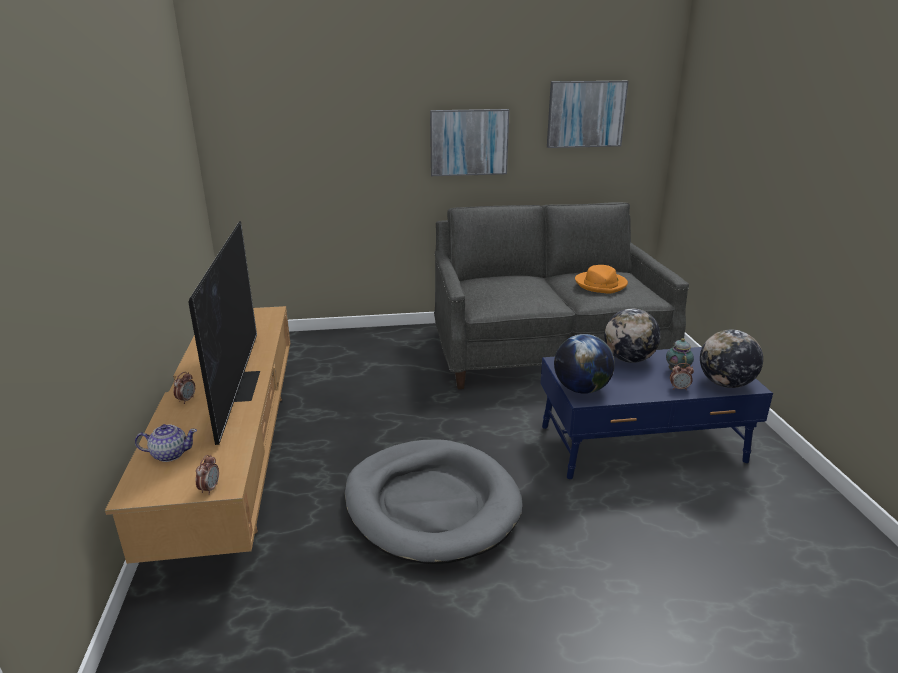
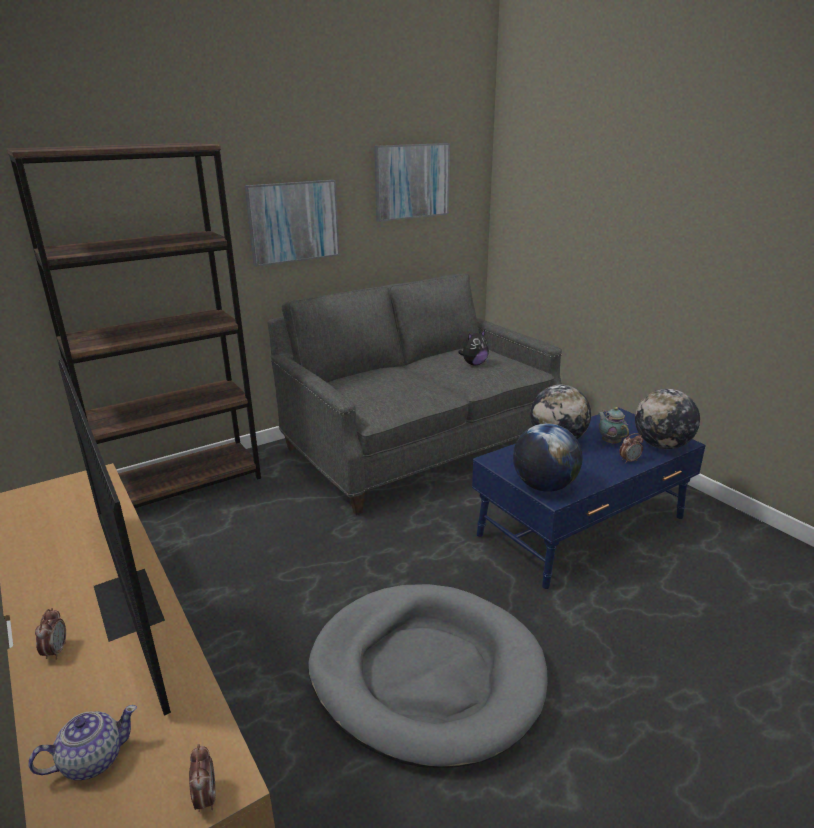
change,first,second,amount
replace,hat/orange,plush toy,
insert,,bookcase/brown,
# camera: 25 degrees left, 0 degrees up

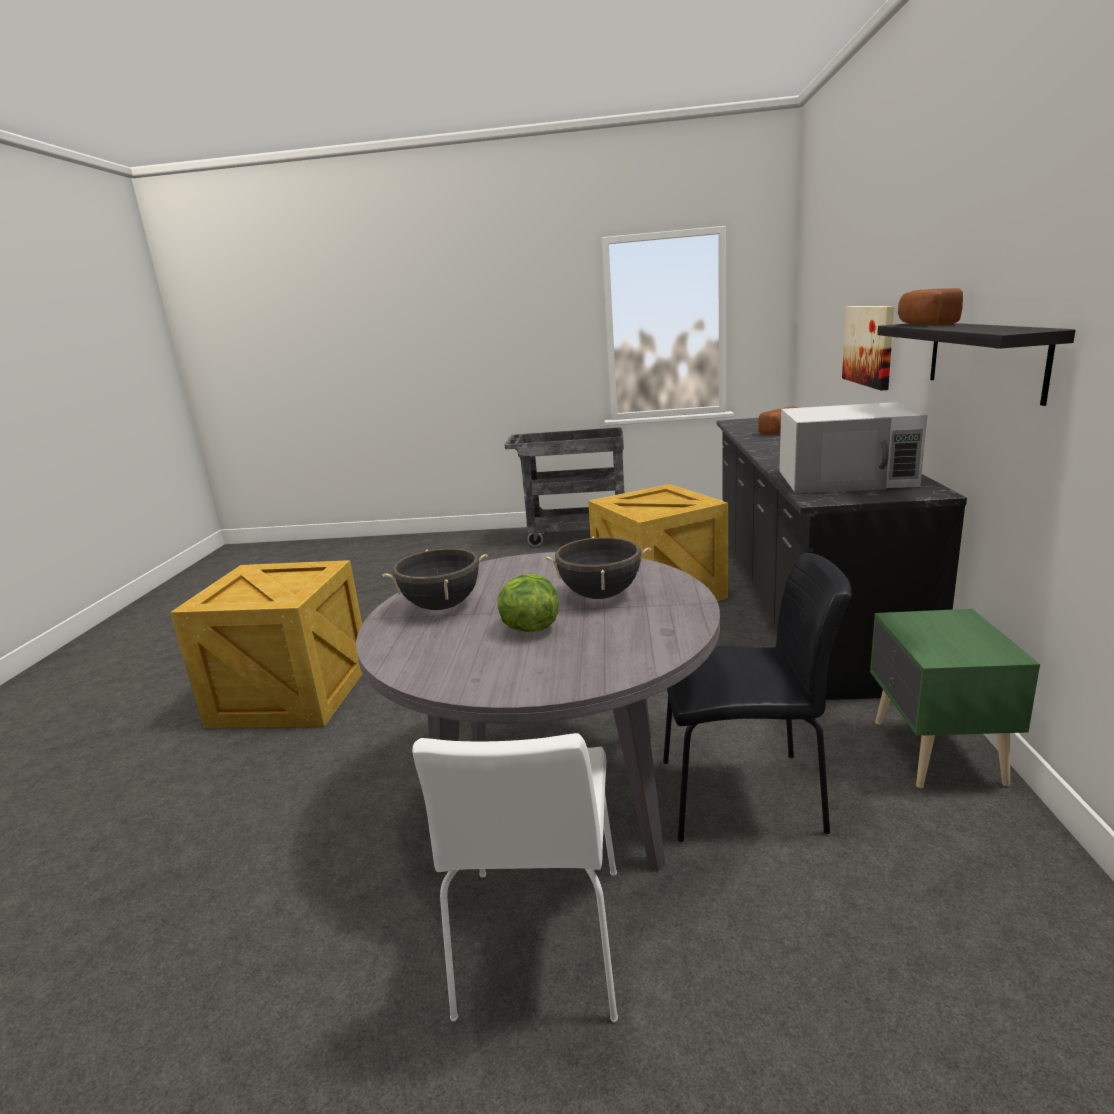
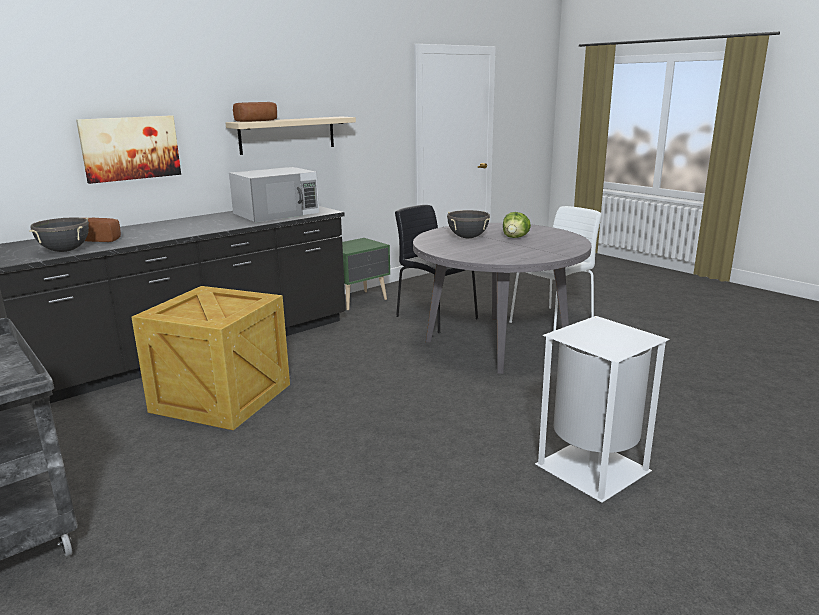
change,first,second,amount
replace,crate (1st from left),trash can/white,
move,cooking pot/black (1st from left),,
rotate,microwave/white,,90 degrees clockwise
recolor,shelf/black,shelf/beige,
# camera: 135 degrees left, 0 degrees up

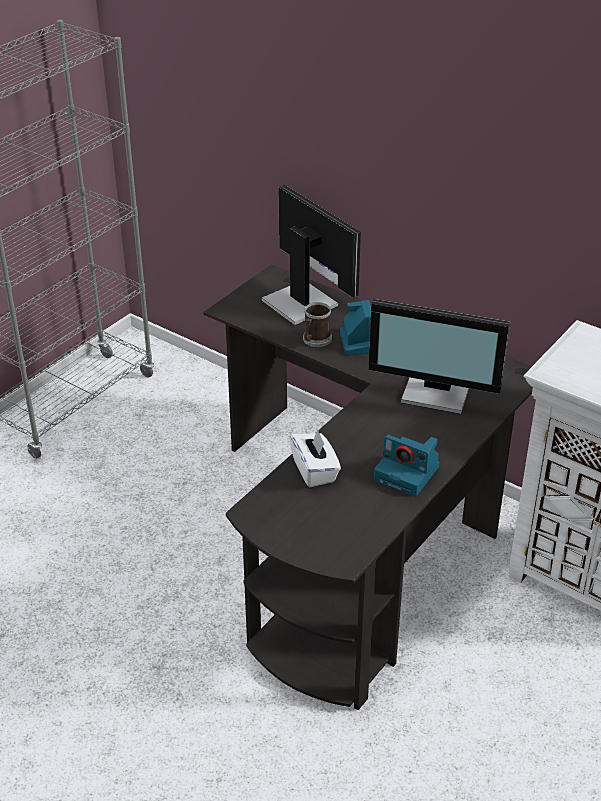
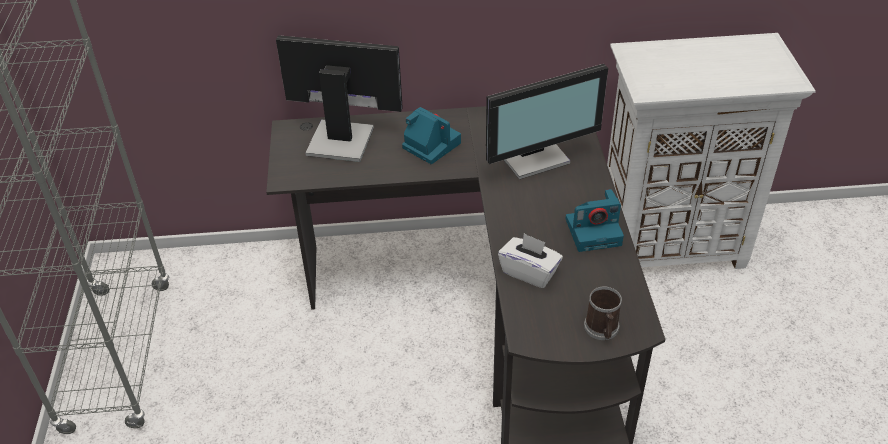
change,first,second,amount
move,mug,,
# camera: 40 degrees left, 5 degrees up

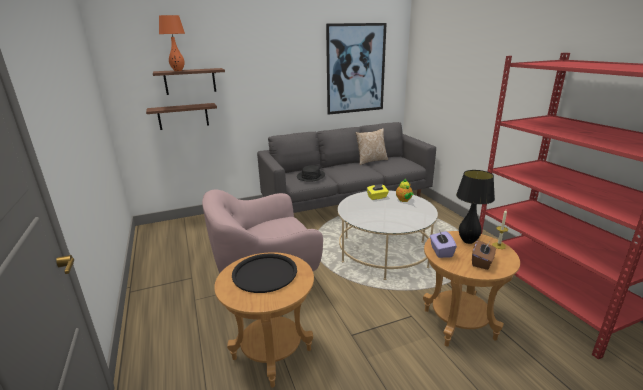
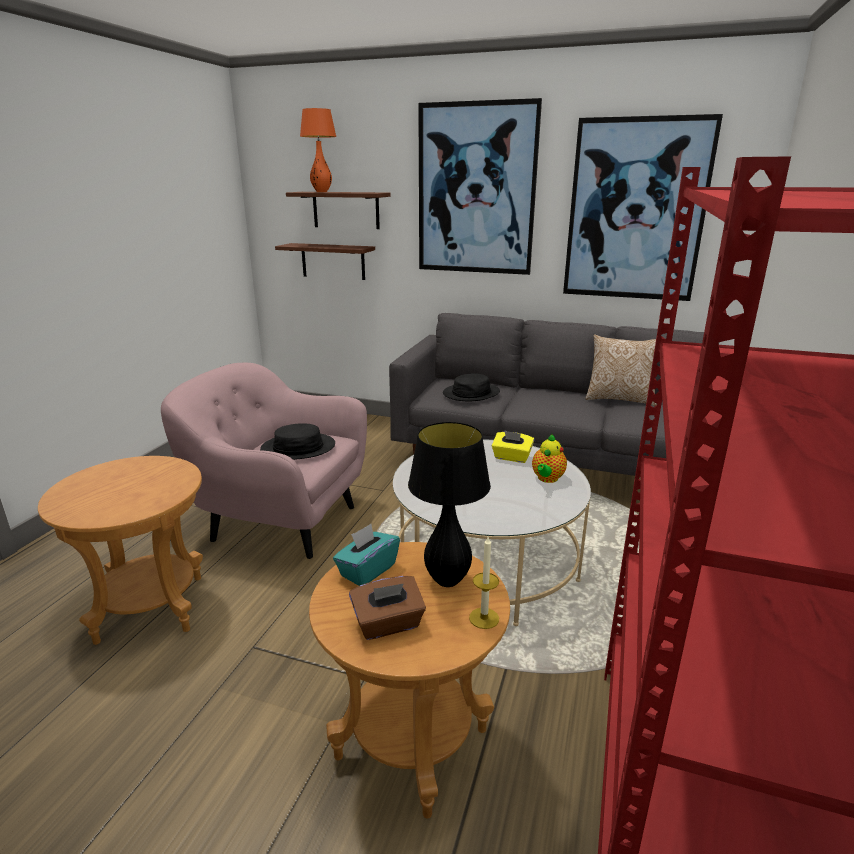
change,first,second,amount
delete,tray/black,,
recolor,tissue box/purple,tissue box/turquoise,
insert,,hat/black (1st from left),
insert,,picture (1st from left),
# camera: 40 degrees right, 0 degrees up

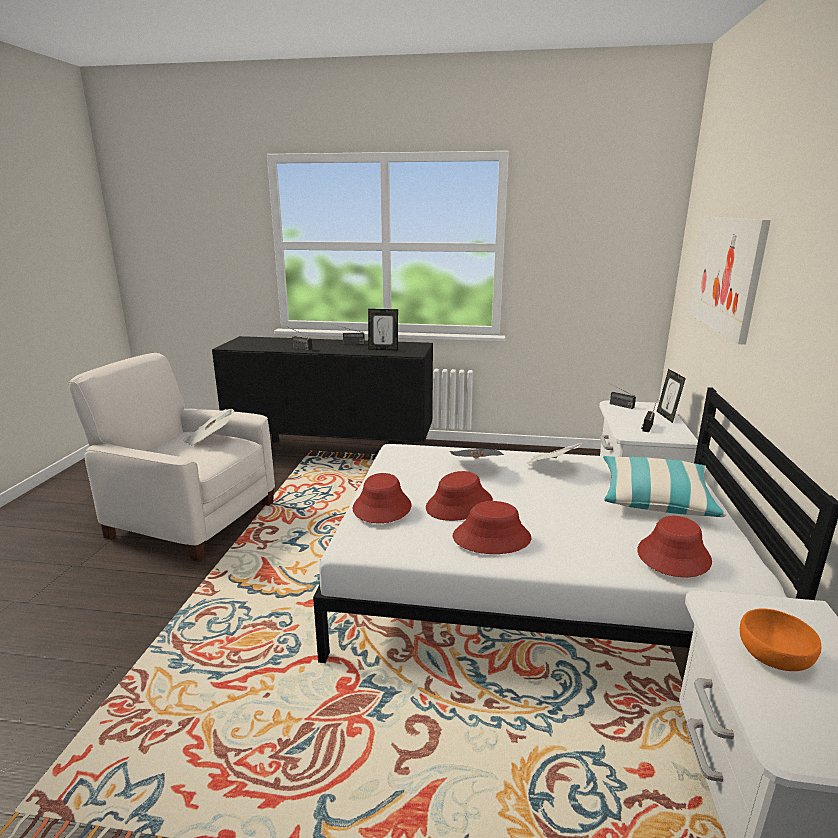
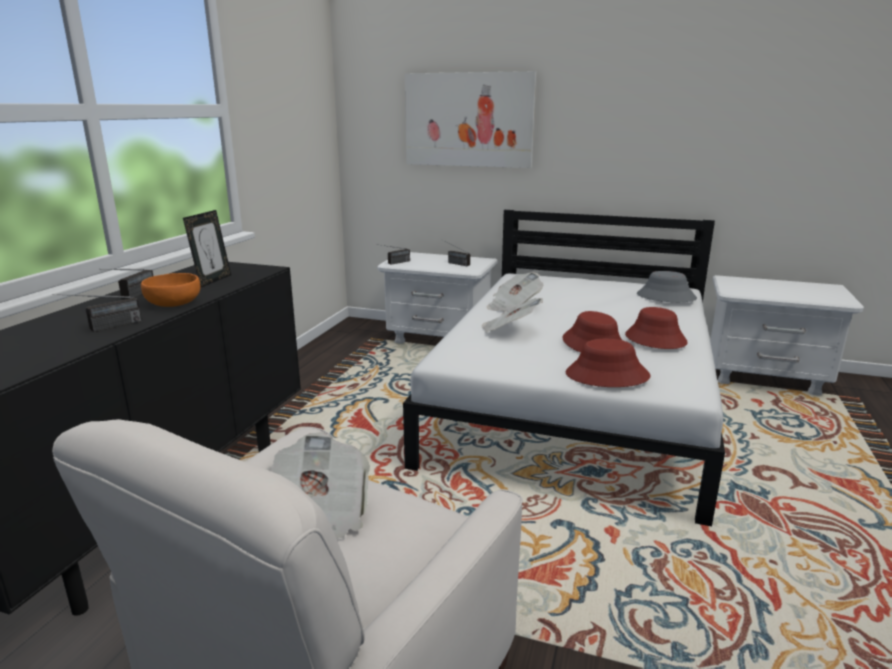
change,first,second,amount
delete,pillow,,
recolor,hat/red (4th from left),hat/grey,
delete,picture frame (2nd from left),,
move,bowl/orange,,
# camera: 80 degrees left, 0 degrees up

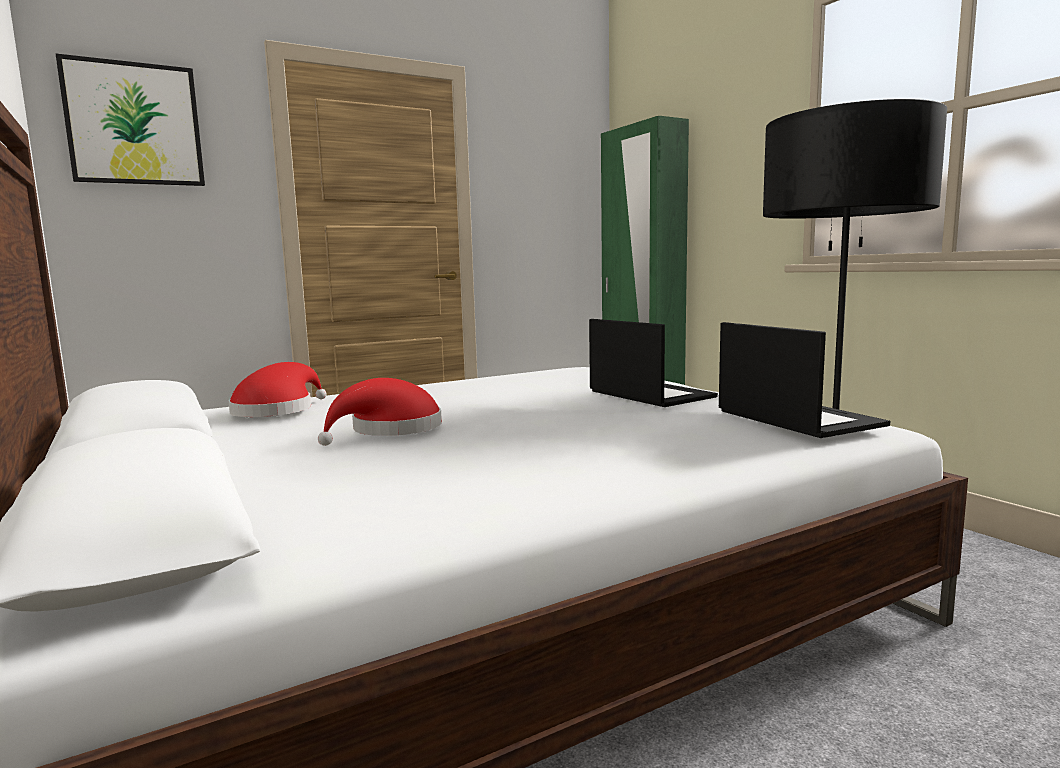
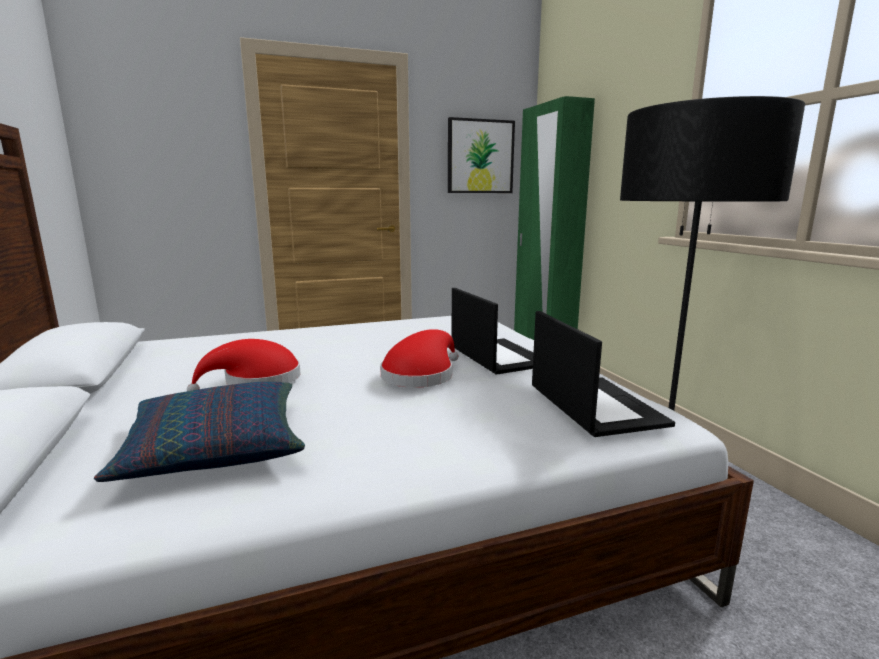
change,first,second,amount
move,picture,,
move,hat/red (1st from left in the first image),hat/red (2nd from left),
insert,,pillow/blue,
# camera: 10 degrees right, 5 degrees up

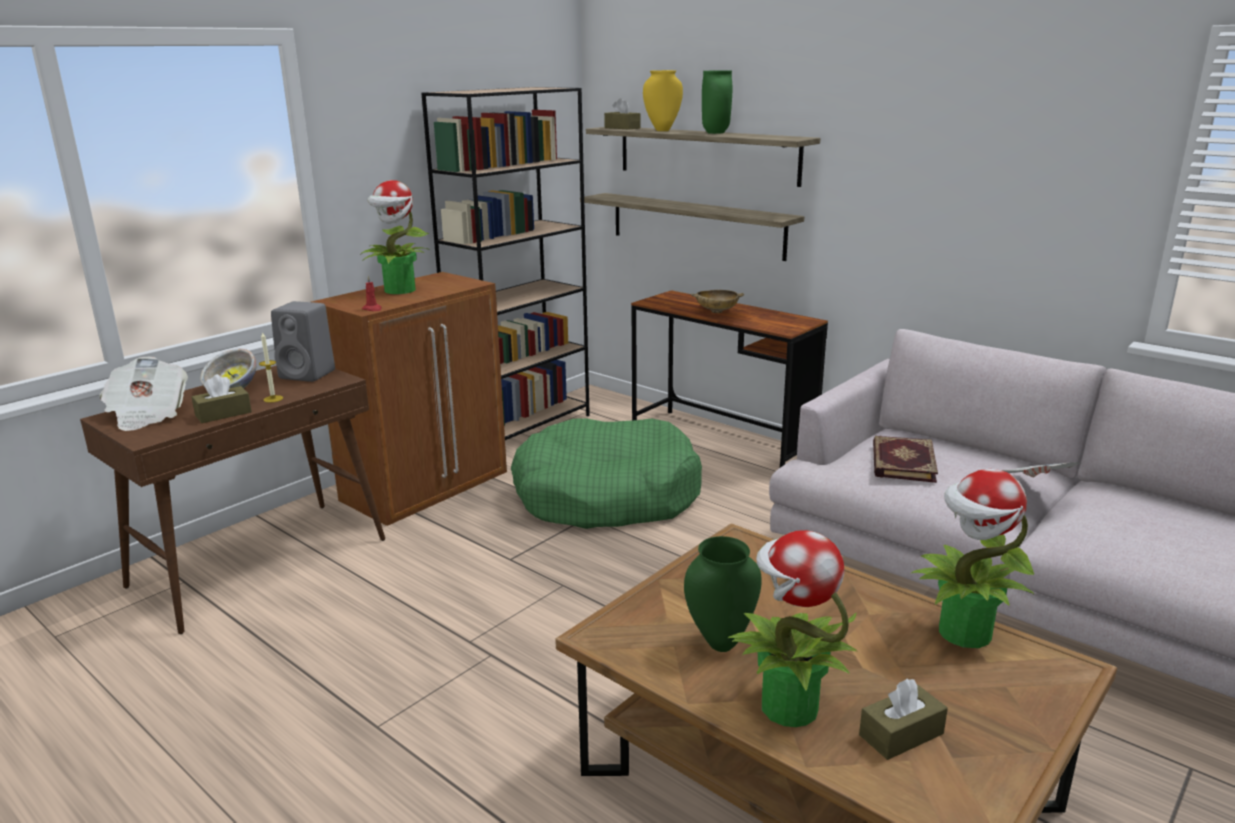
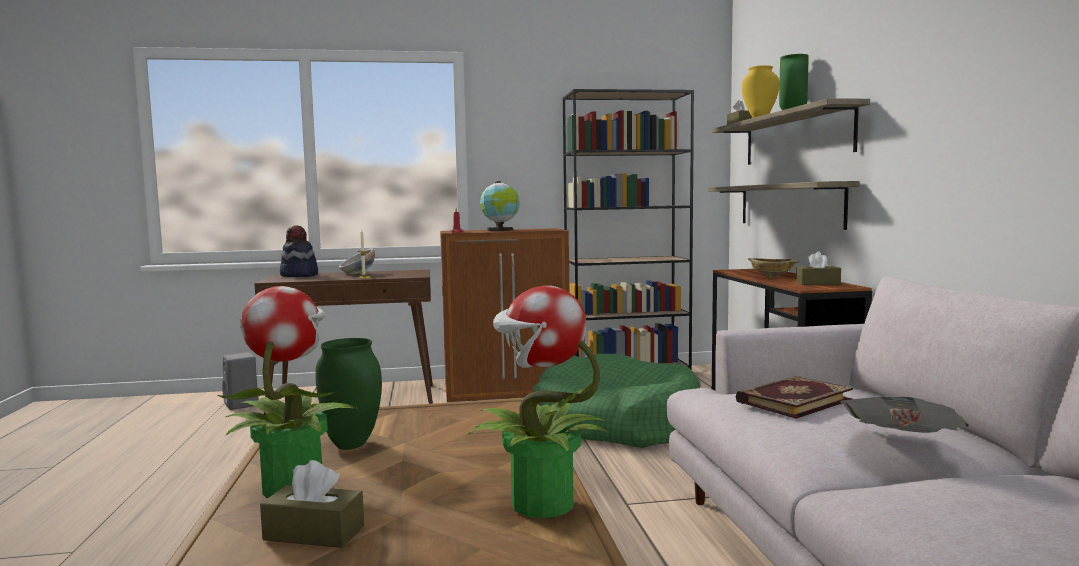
change,first,second,amount
replace,newspaper (1st from left),hat,
move,tissue box/brown (1st from left in the first image),tissue box/brown (3rd from left),
move,speaker/grey,,
replace,potted plant (1st from left),globe,
# camera: 40 degrees right, 15 degrees down

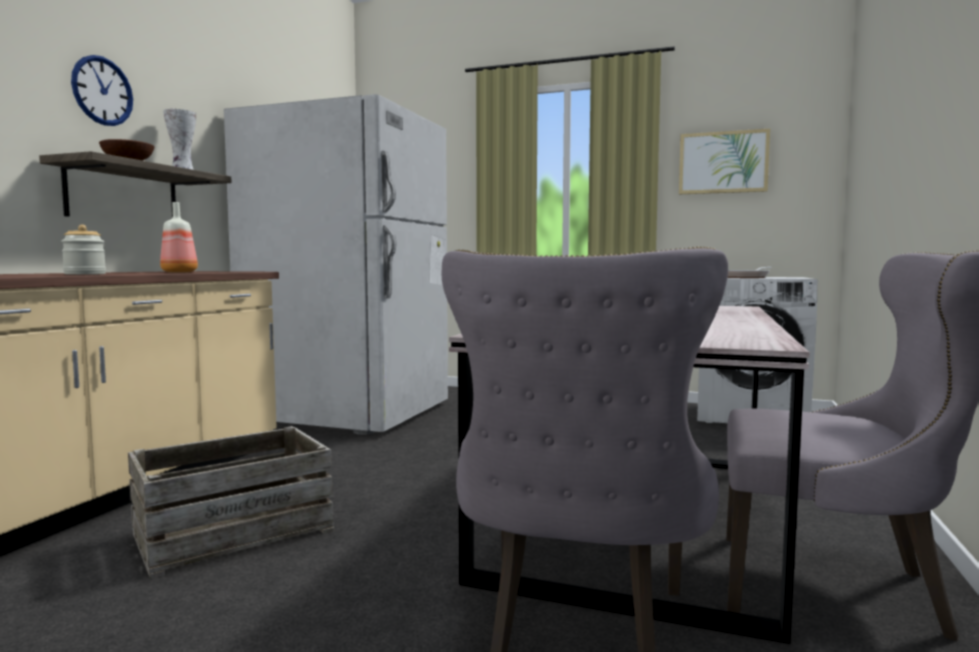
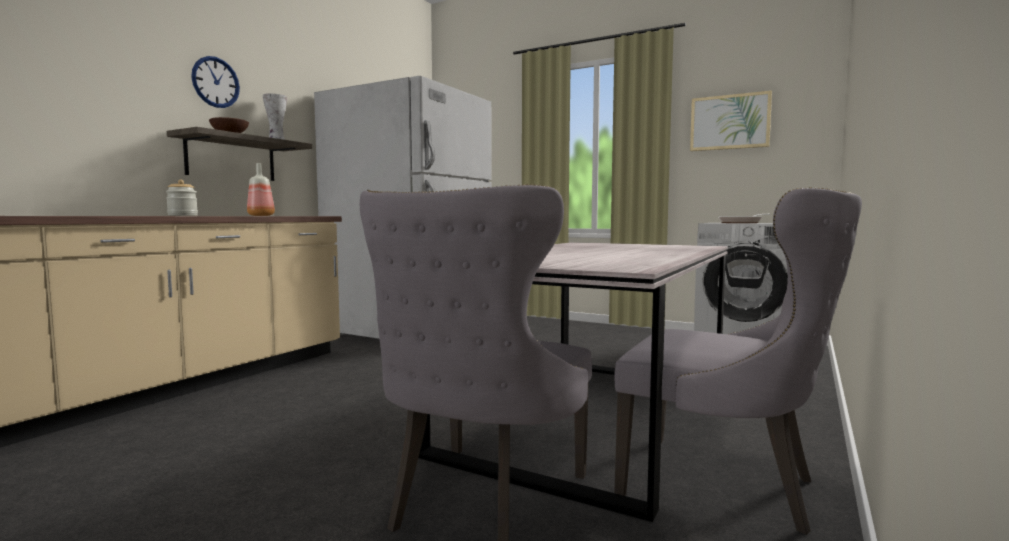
change,first,second,amount
delete,crate,,
# camera: 10 degrees right, 0 degrees up

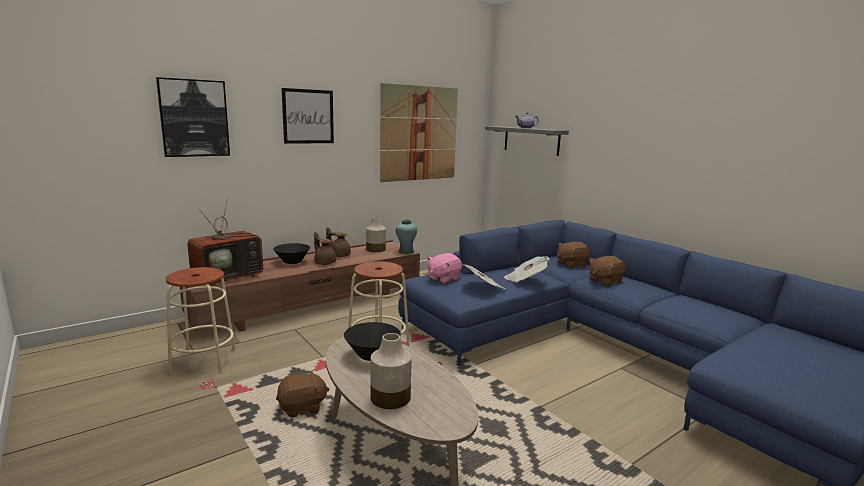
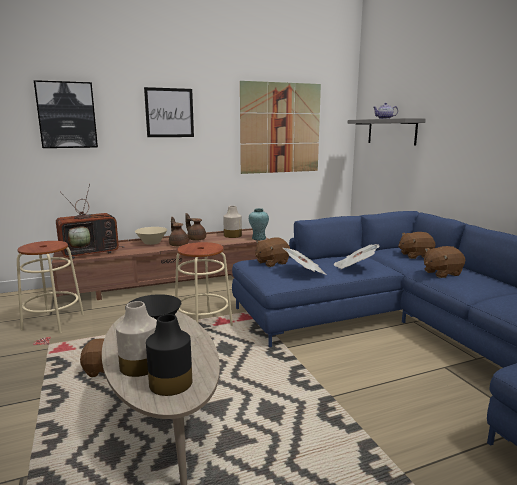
change,first,second,amount
recolor,bowl/black (1st from left),bowl/beige,
recolor,plush toy/pink,plush toy/brown (2nd from left),
insert,,vase/black,
# camera: 15 degrees right, 0 degrees up

